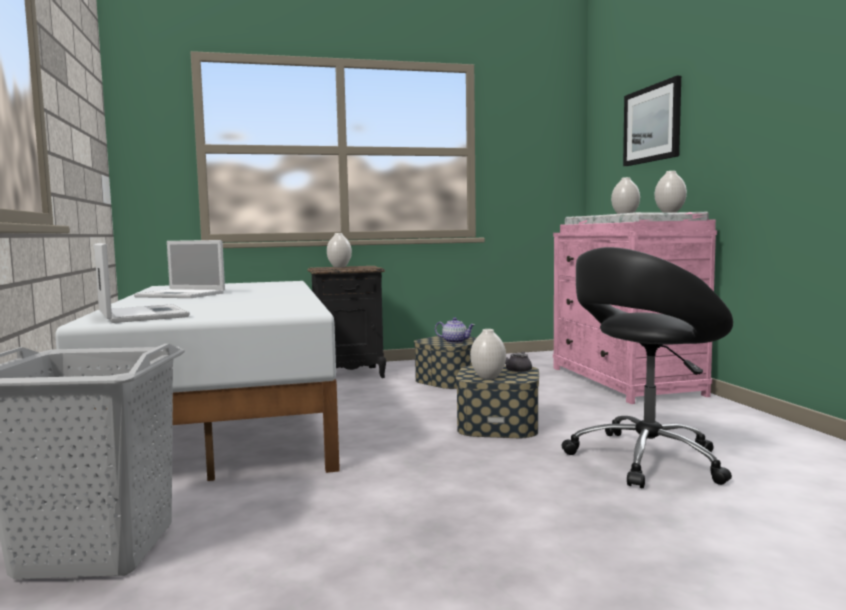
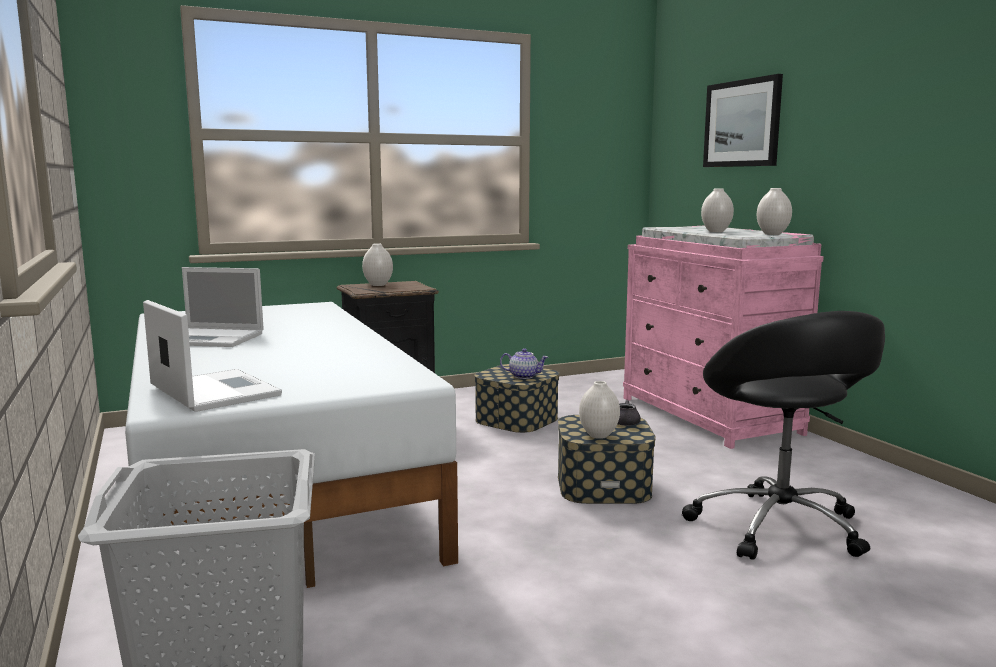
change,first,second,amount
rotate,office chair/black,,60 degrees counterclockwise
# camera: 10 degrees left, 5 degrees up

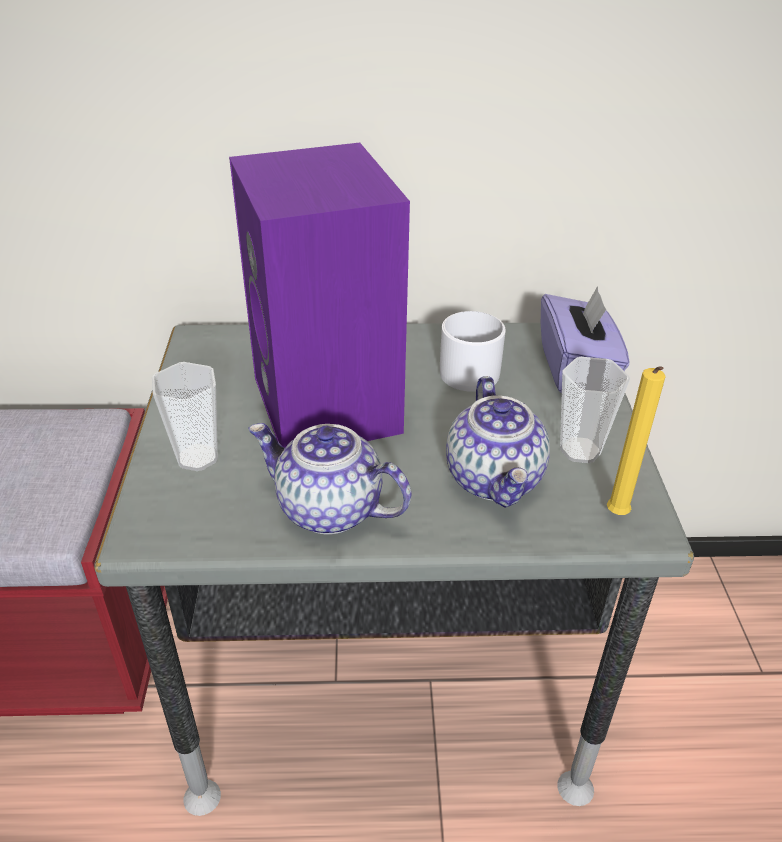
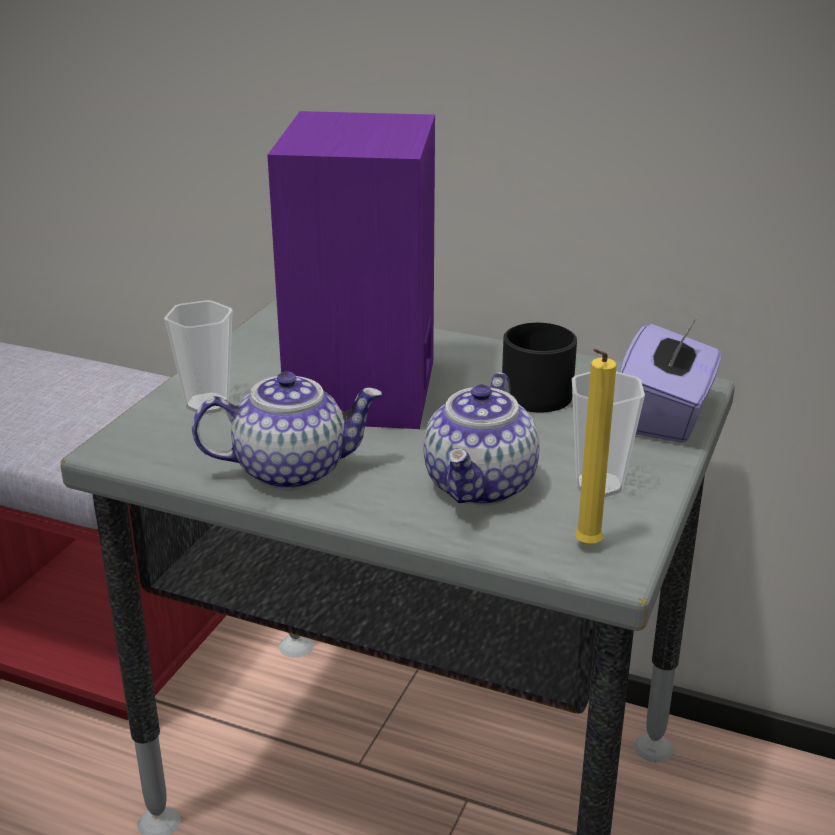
change,first,second,amount
rotate,teapot (1st from left),,120 degrees clockwise
recolor,mug/white,mug/black,
# camera: 25 degrees right, 10 degrees down

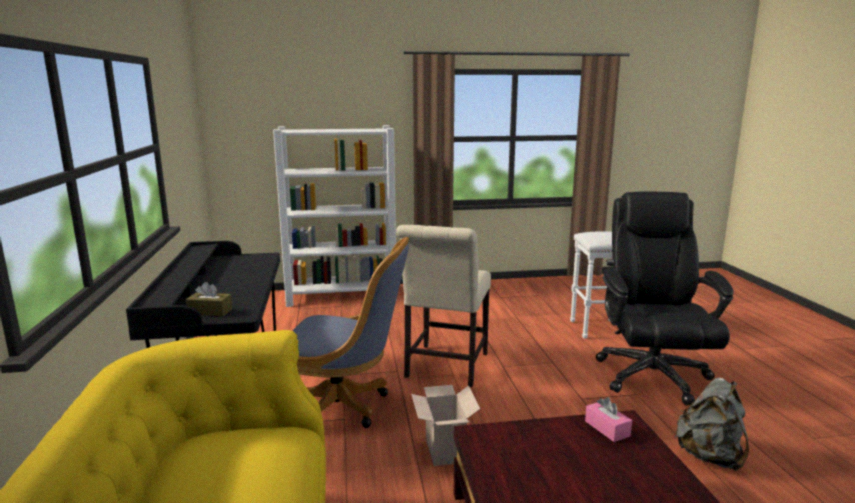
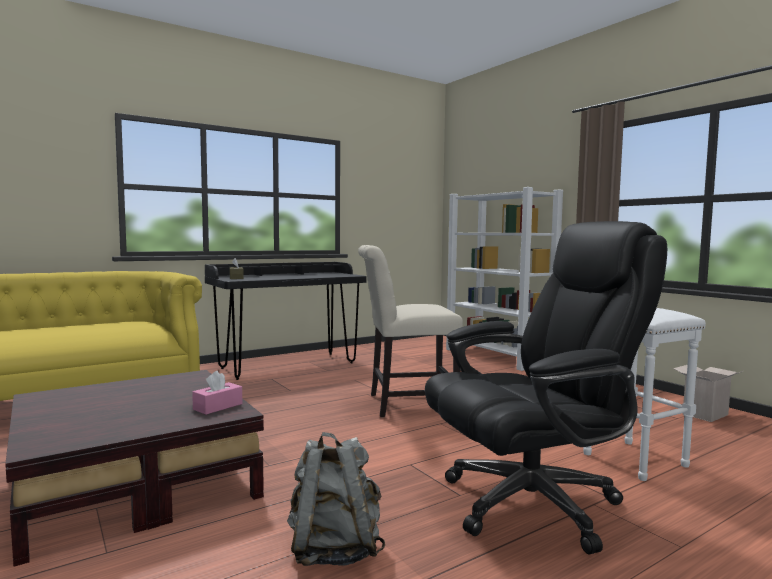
change,first,second,amount
delete,office chair/blue,,
move,cardboard box,,
# camera: 65 degrees right, 10 degrees down

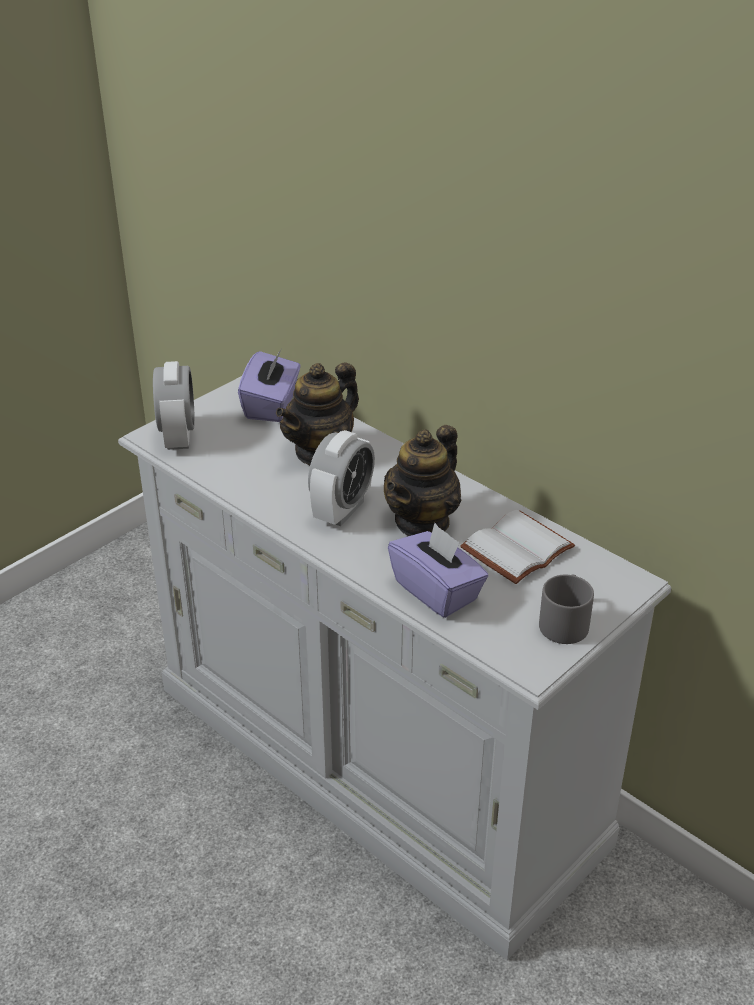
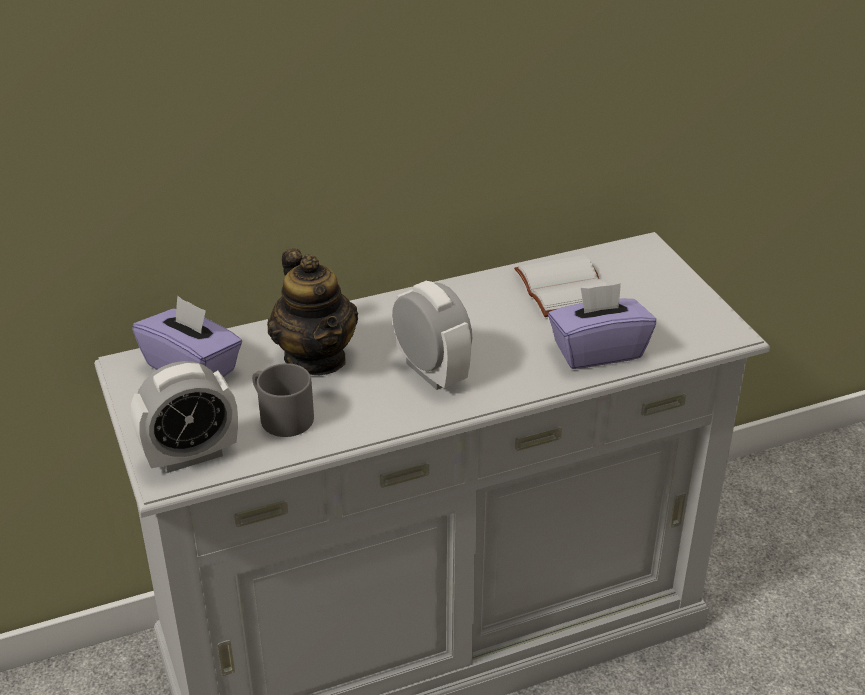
change,first,second,amount
rotate,alarm clock (1st from left),,135 degrees clockwise
delete,teapot (2nd from left),,
move,mug/grey,,
# camera: 65 degrees left, 0 degrees up

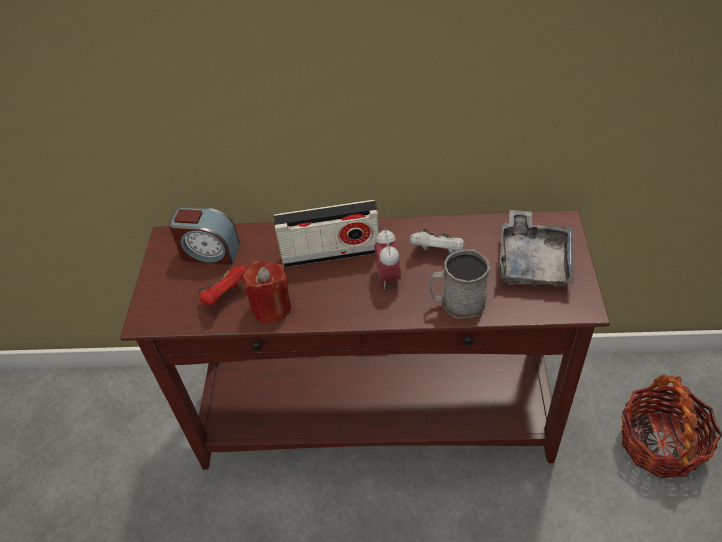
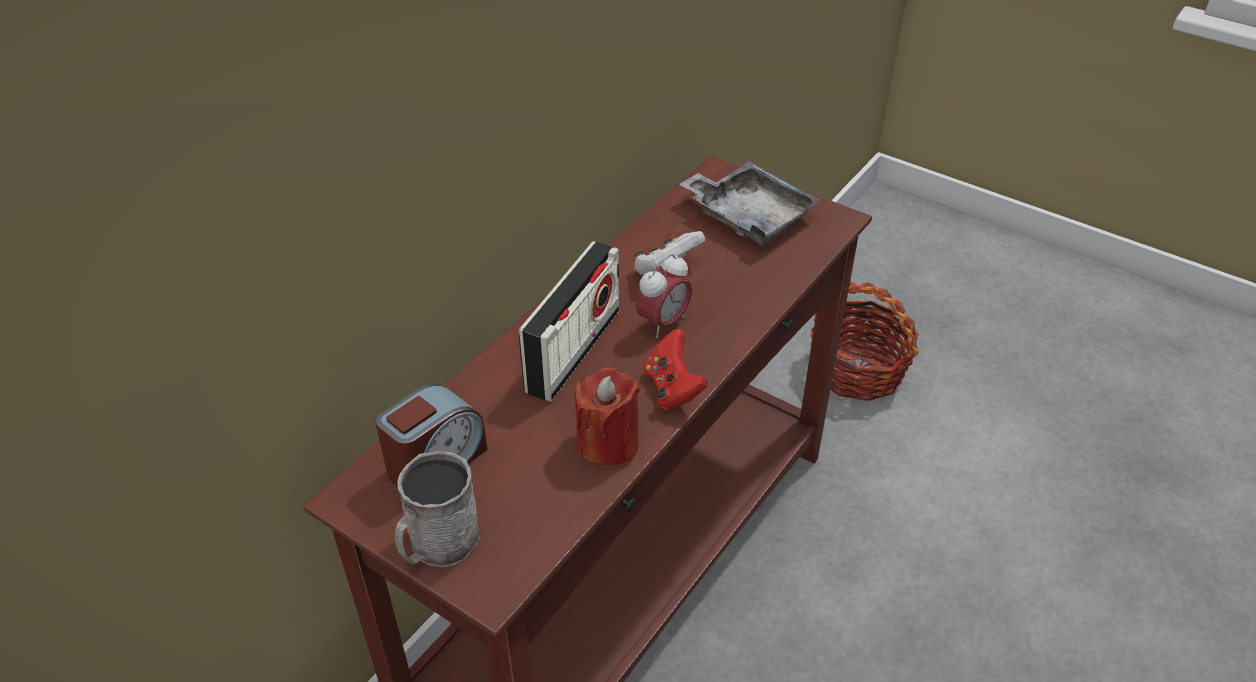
change,first,second,amount
move,game controller/red,,
rotate,alarm clock (2nd from left),,75 degrees counterclockwise
move,mug/grey,,
# camera: 60 degrees left, 5 degrees down

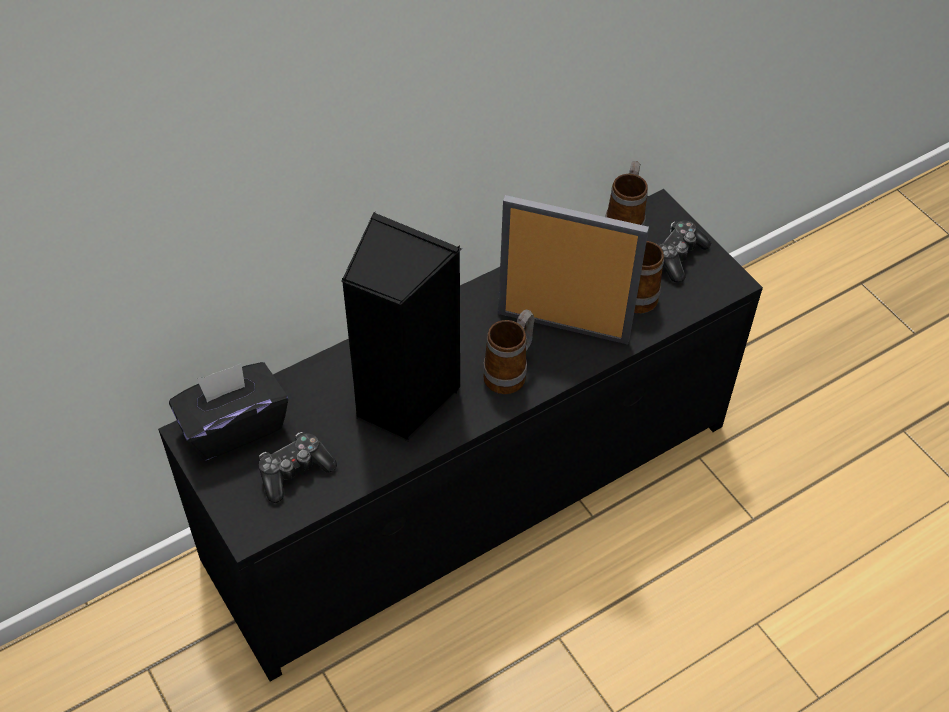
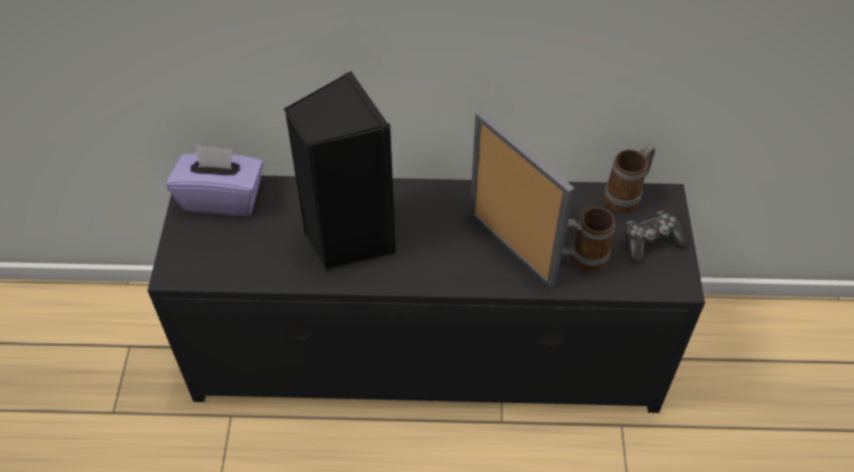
change,first,second,amount
recolor,tissue box/black,tissue box/purple,
delete,game controller (1st from left),,
delete,mug (1st from left),,
# camera: 35 degrees right, 0 degrees up

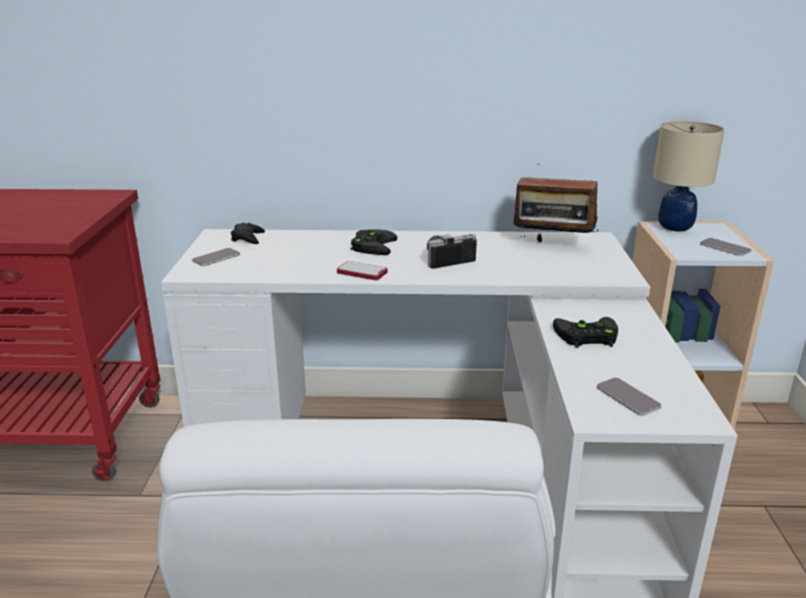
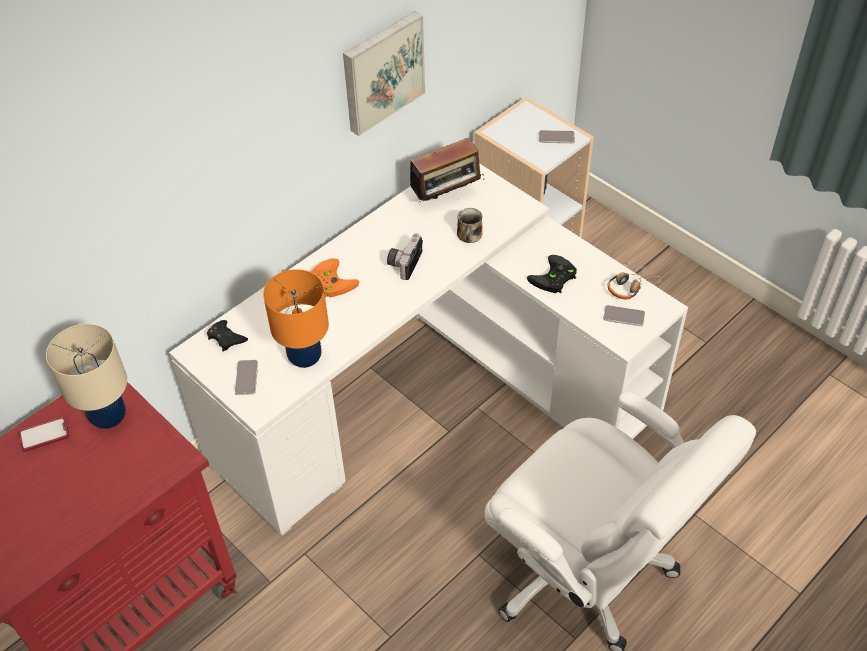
change,first,second,amount
move,phone (2nd from left in the first image),phone (1st from left),
recolor,game controller/black (2nd from left),game controller/orange,
move,table lamp/beige,,
insert,,table lamp/orange,
insert,,picture,
insert,,mug,
insert,,headphones,
# camera: 45 degrees left, 25 degrees up

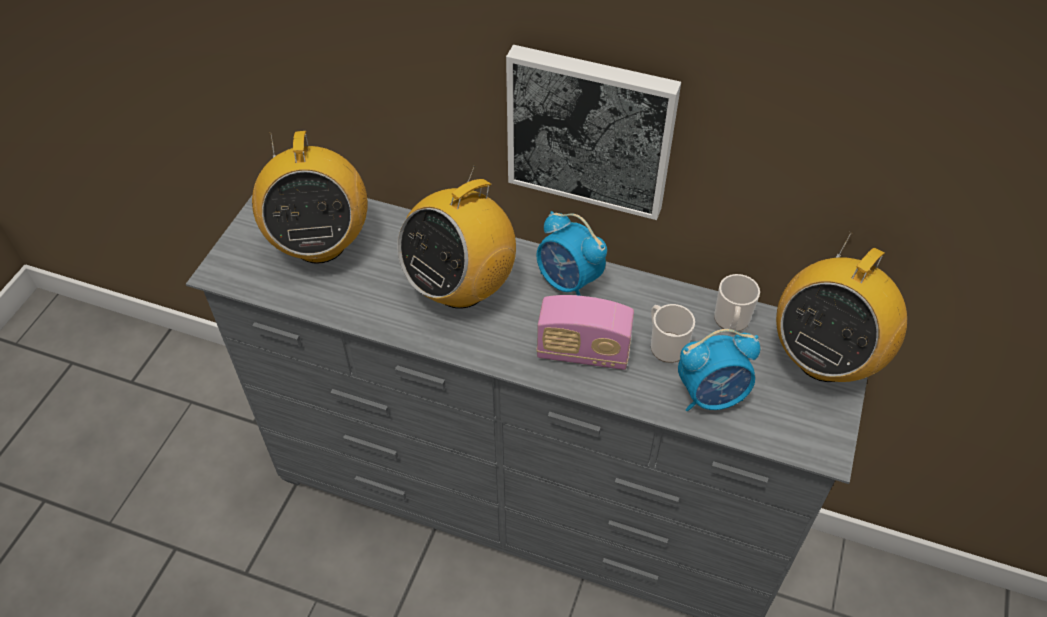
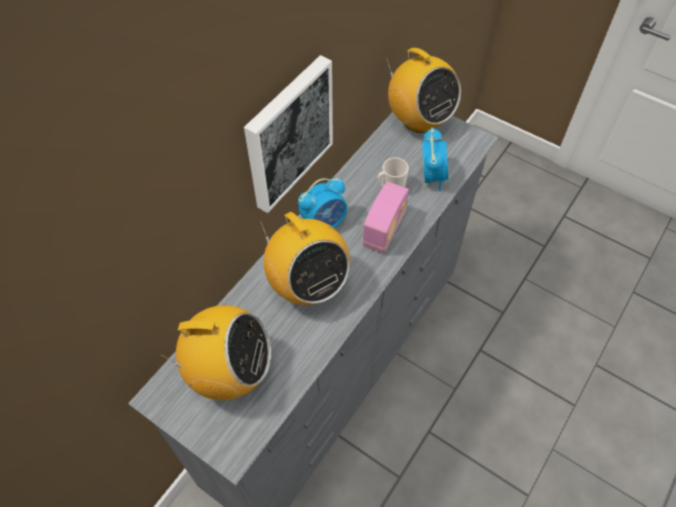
change,first,second,amount
delete,mug (2nd from left),,
# camera: 75 degrees left, 5 degrees up

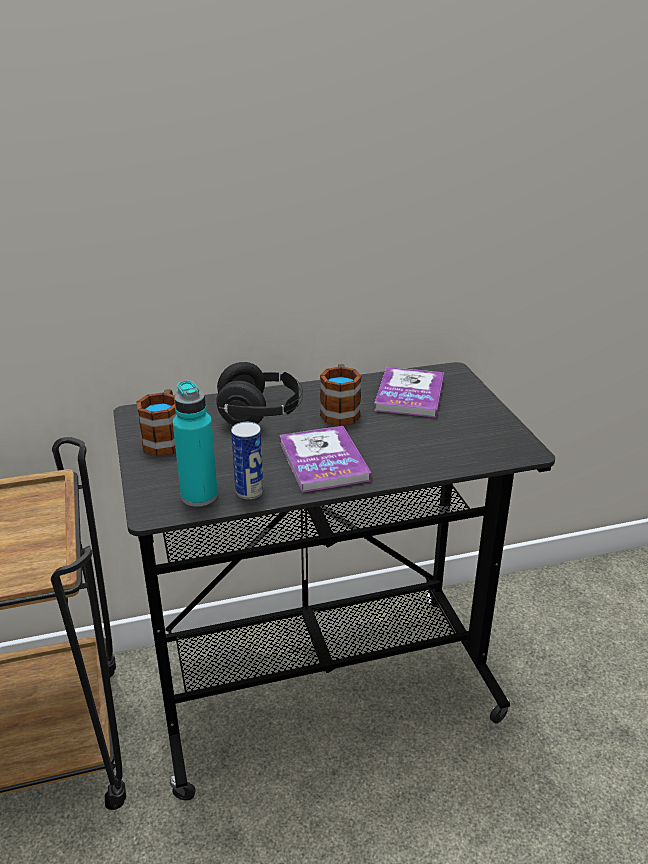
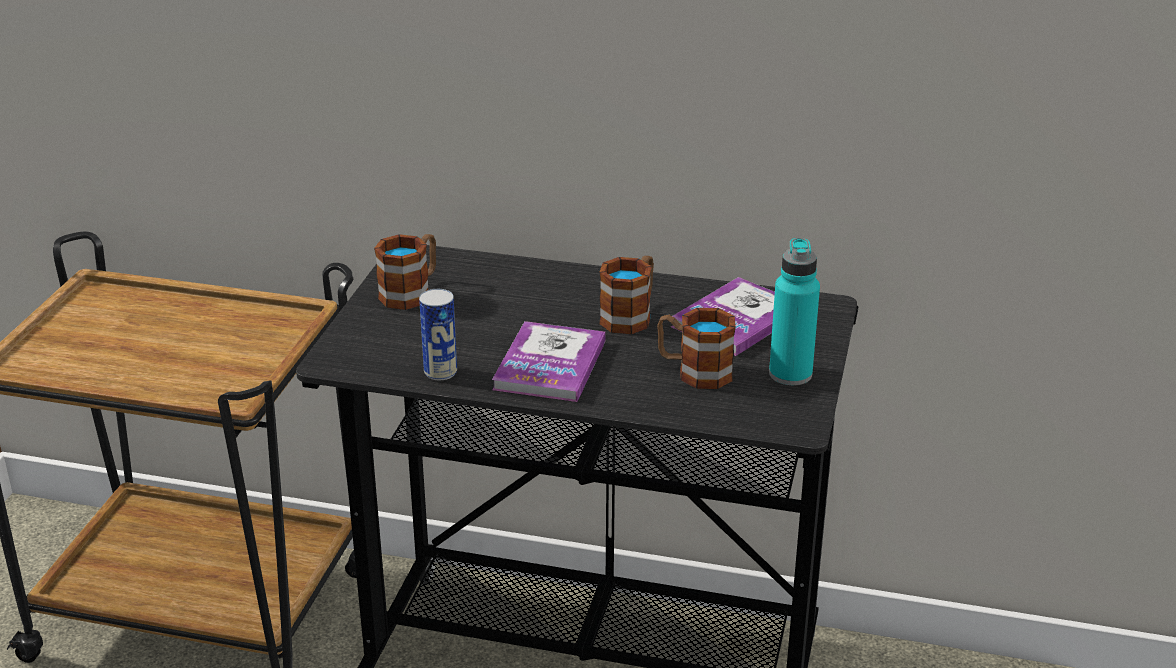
change,first,second,amount
move,bottle/turquoise,,
delete,headphones/black,,
insert,,mug (3rd from left),
# camera: 30 degrees right, 0 degrees up

